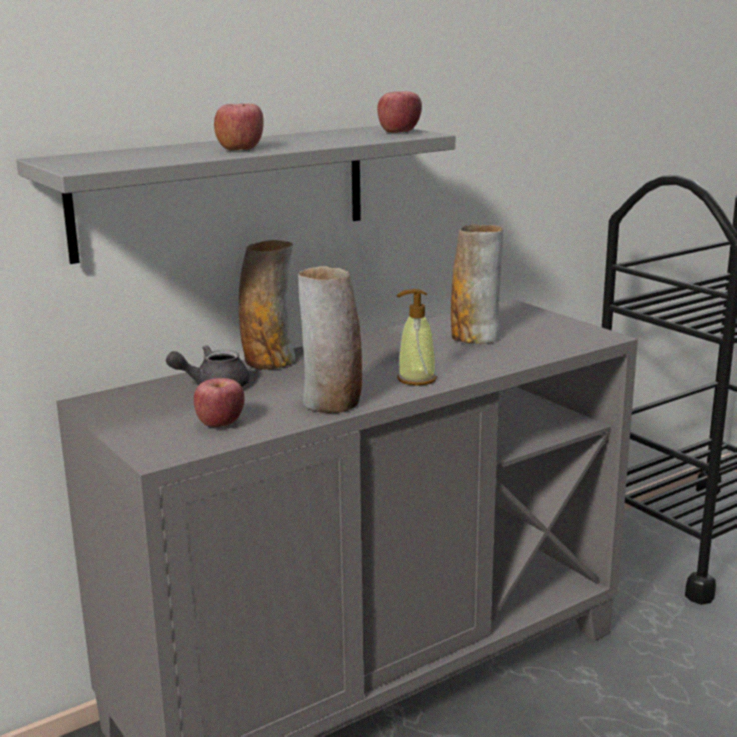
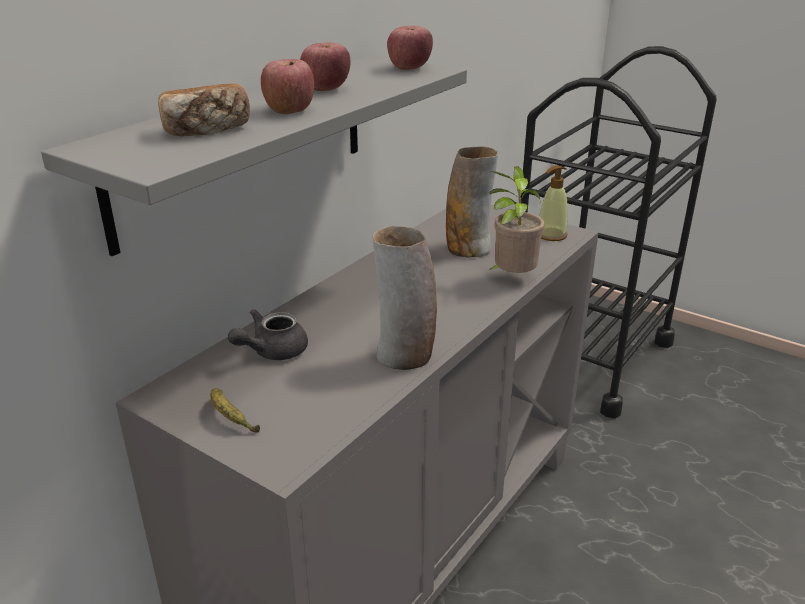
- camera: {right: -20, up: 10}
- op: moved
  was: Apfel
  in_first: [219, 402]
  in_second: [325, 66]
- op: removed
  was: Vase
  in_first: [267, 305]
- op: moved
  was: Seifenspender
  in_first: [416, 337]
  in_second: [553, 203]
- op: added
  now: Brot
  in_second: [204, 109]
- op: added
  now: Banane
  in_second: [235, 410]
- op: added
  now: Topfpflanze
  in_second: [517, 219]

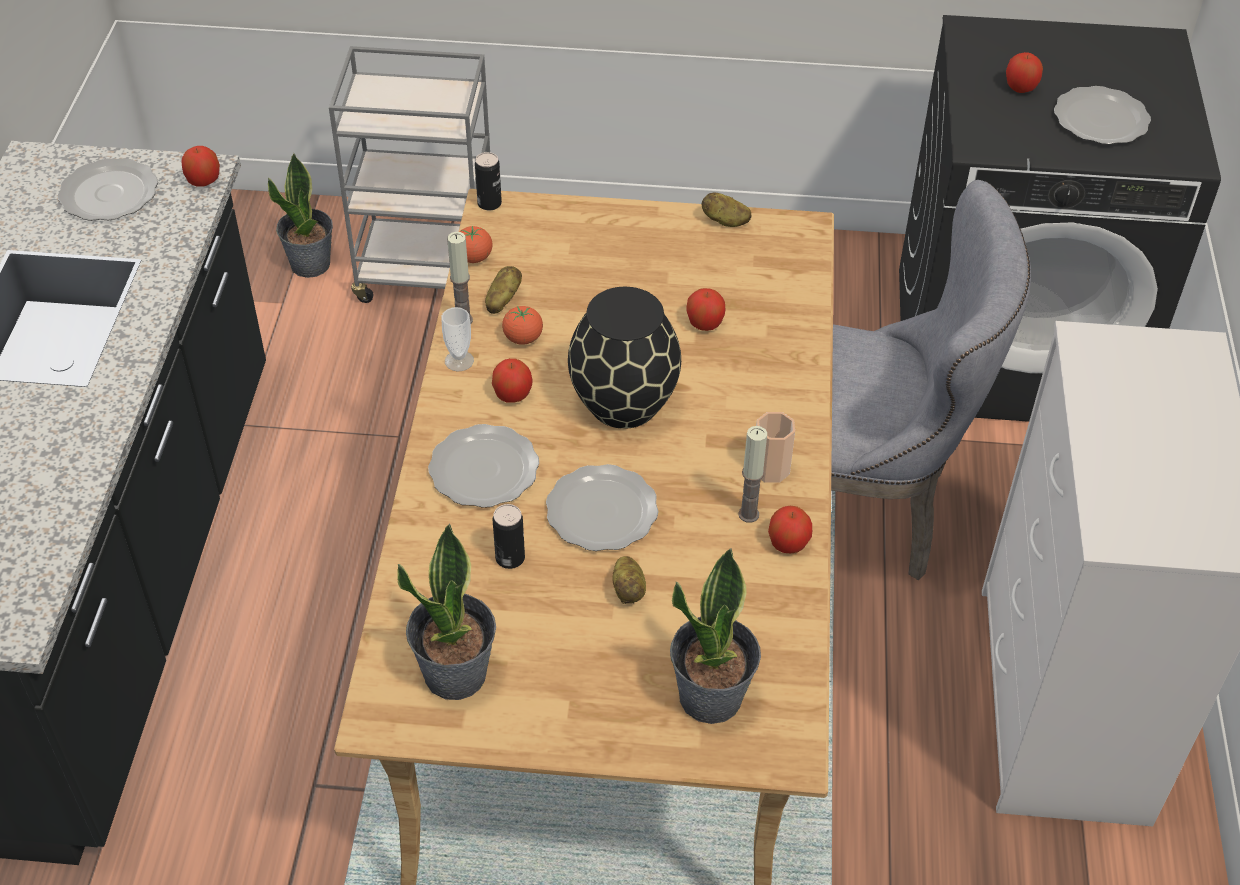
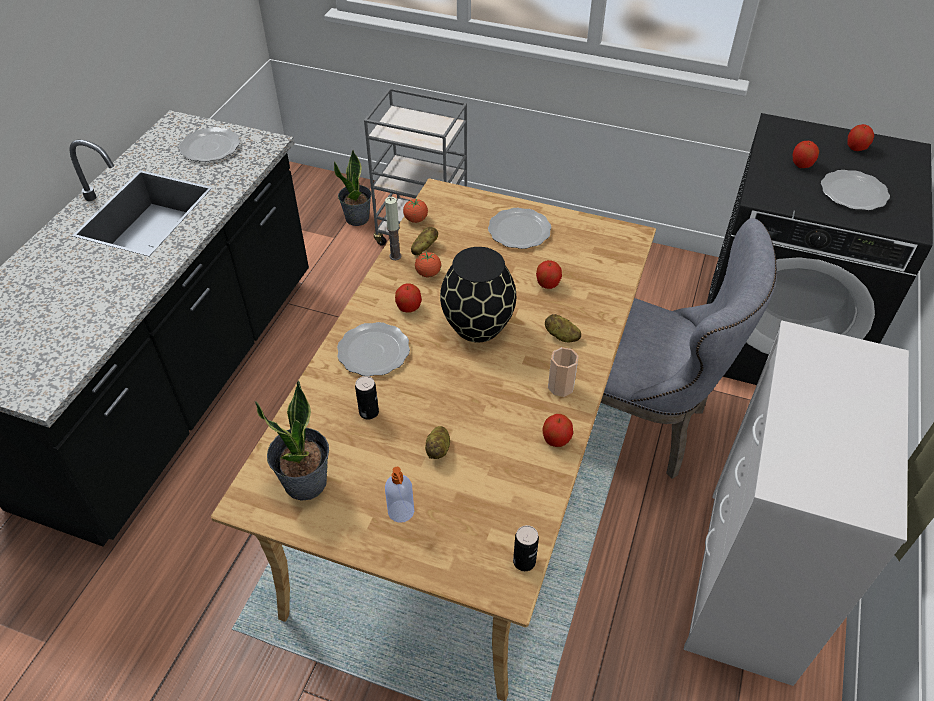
- camera: {right: 15, up: 0}
- op: moved
  was: Apfel
  in_first: [200, 166]
  in_second: [860, 137]
- op: removed
  was: Tasse
  in_first: [457, 339]
- op: moved
  was: Dose
  in_first: [488, 181]
  in_second: [526, 548]
- op: moved
  was: Teller
  in_first: [602, 507]
  in_second: [520, 228]
- op: removed
  was: Topfpflanze
  in_first: [715, 636]
- op: moved
  was: Kartoffel
  in_first: [726, 209]
  in_second: [563, 328]
- op: removed
  was: Kerze
  in_first: [752, 474]
- op: added
  now: Seifenspender
  in_second: [399, 495]

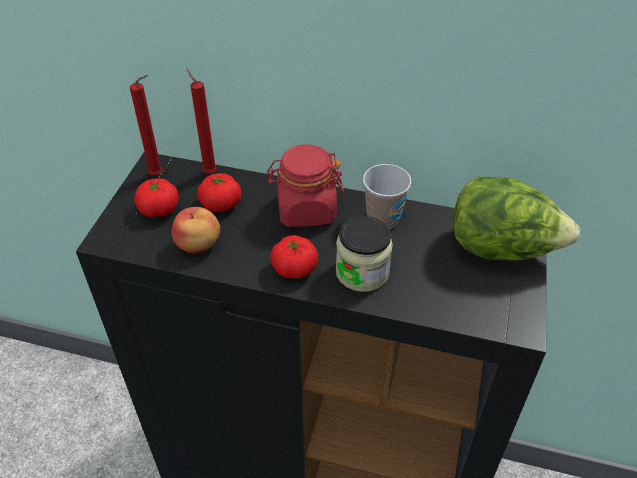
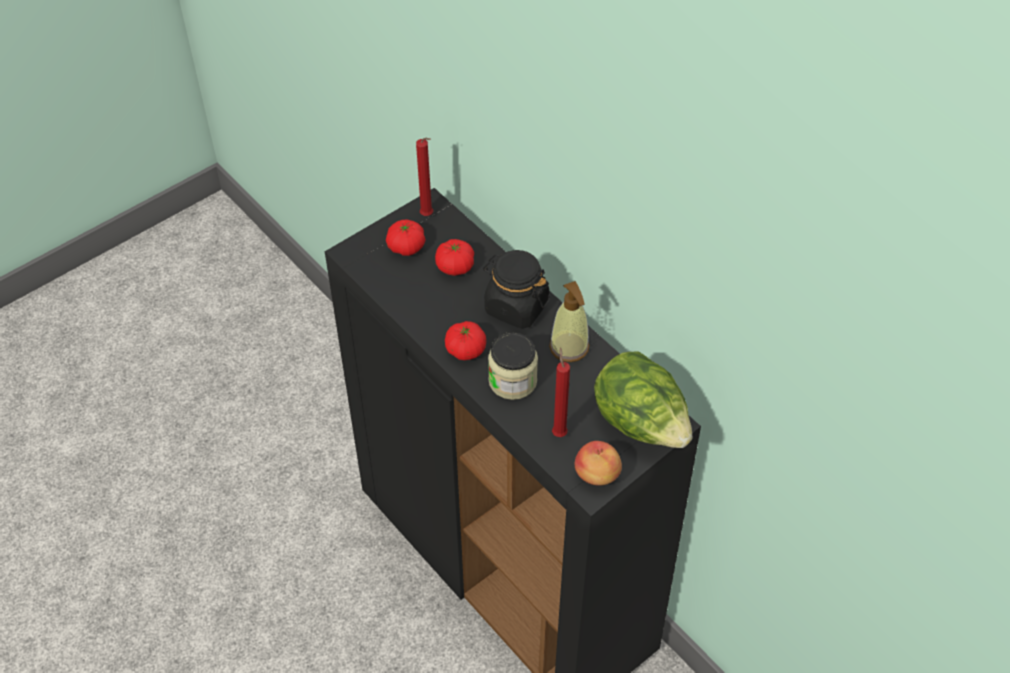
- camera: {right: 35, up: 5}
- op: moved
  was: Apfel
  in_first: [196, 230]
  in_second: [598, 463]
- op: moved
  was: Kerze [rot]
  in_first: [201, 120]
  in_second: [561, 392]
- op: recoloured
  was: Vorratsglas [rot]
  now: Vorratsglas [schwarz]
  in_first: [305, 185]
  in_second: [516, 289]
- op: replaced
  was: Tasse
  now: Seifenspender
  in_first: [387, 196]
  in_second: [569, 321]

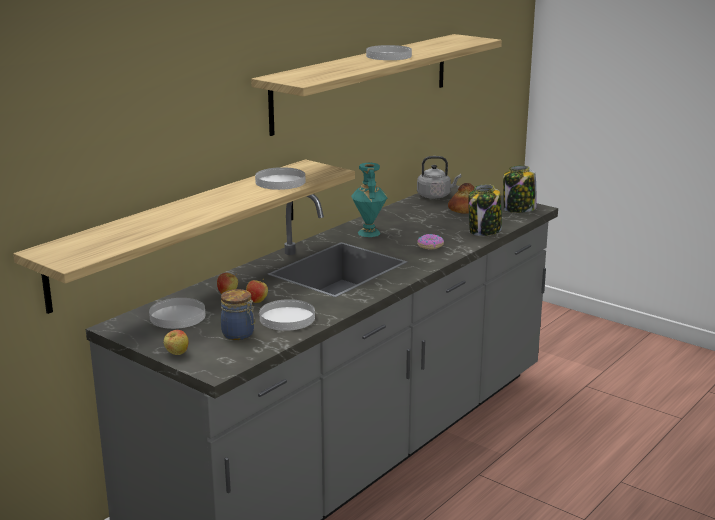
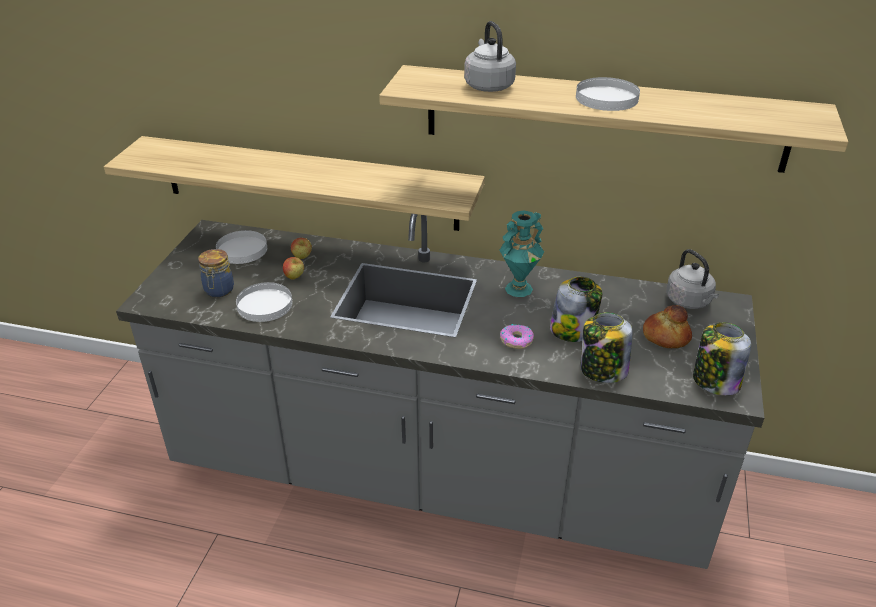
- camera: {right: 65, up: 15}
- op: removed
  was: Apfel
  in_first: [176, 342]
- op: removed
  was: Teller [weiß]
  in_first: [280, 178]
- op: added
  now: Wasserkessel [grau]
  in_second: [490, 56]
- op: added
  now: Vorratsglas
  in_second: [576, 309]

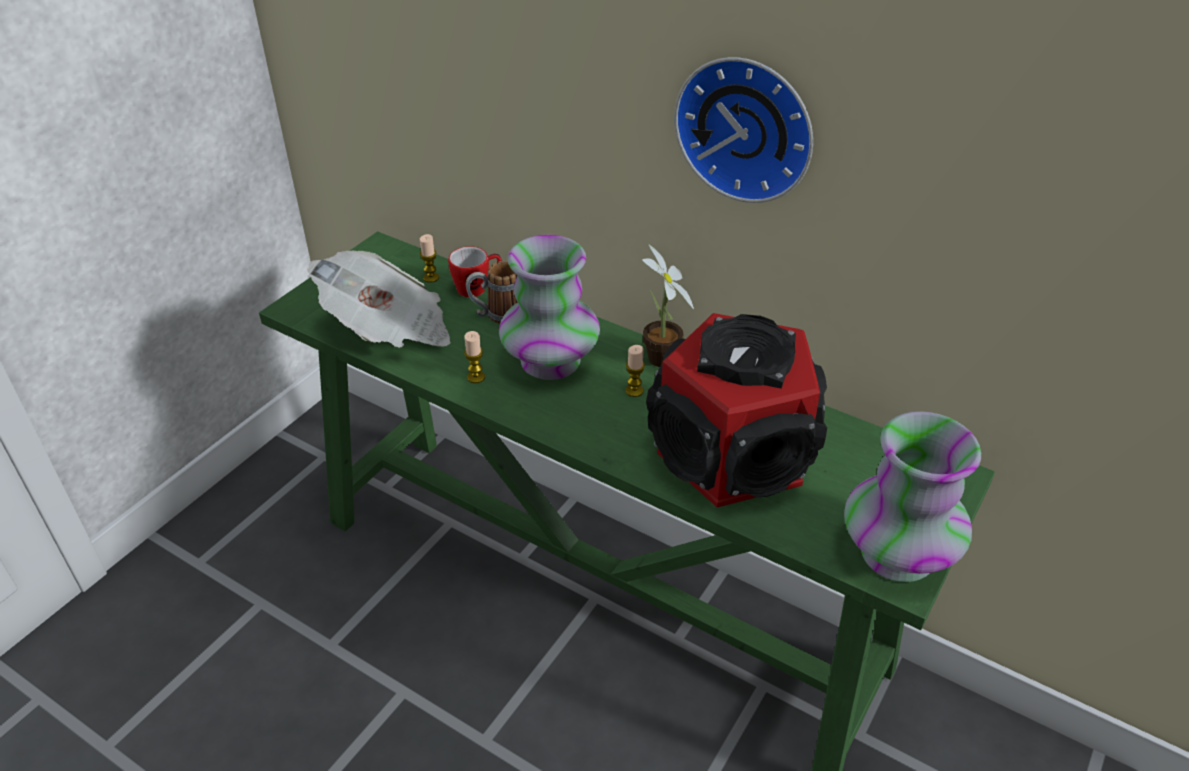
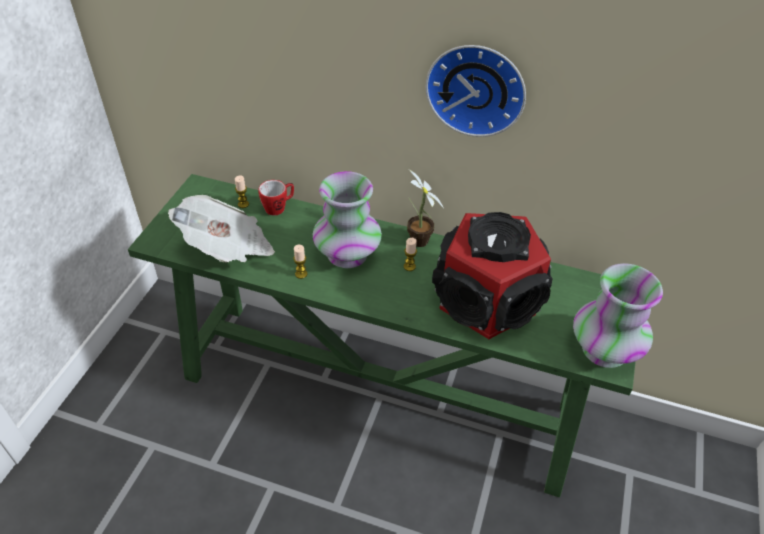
- camera: {right: -15, up: 5}
- op: removed
  was: Henkelbecher
  in_first: [491, 292]

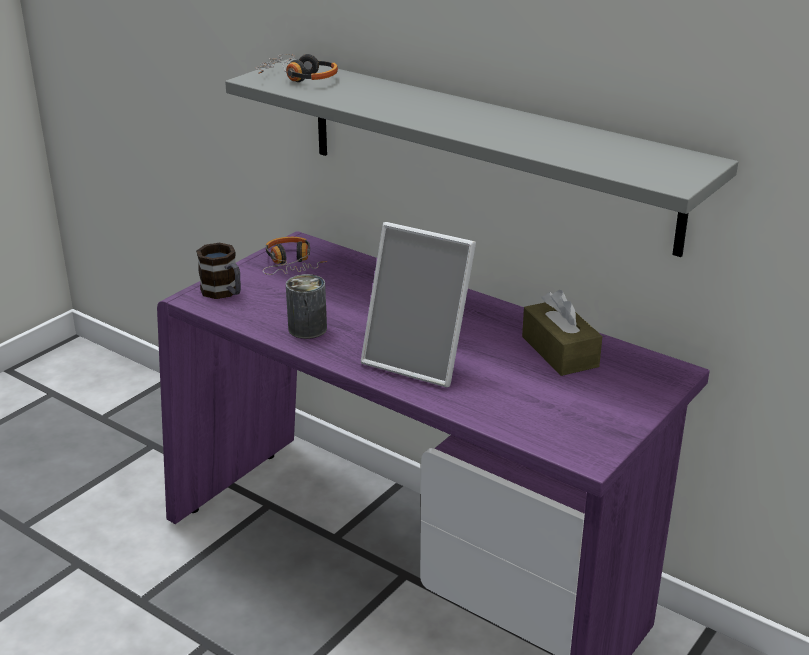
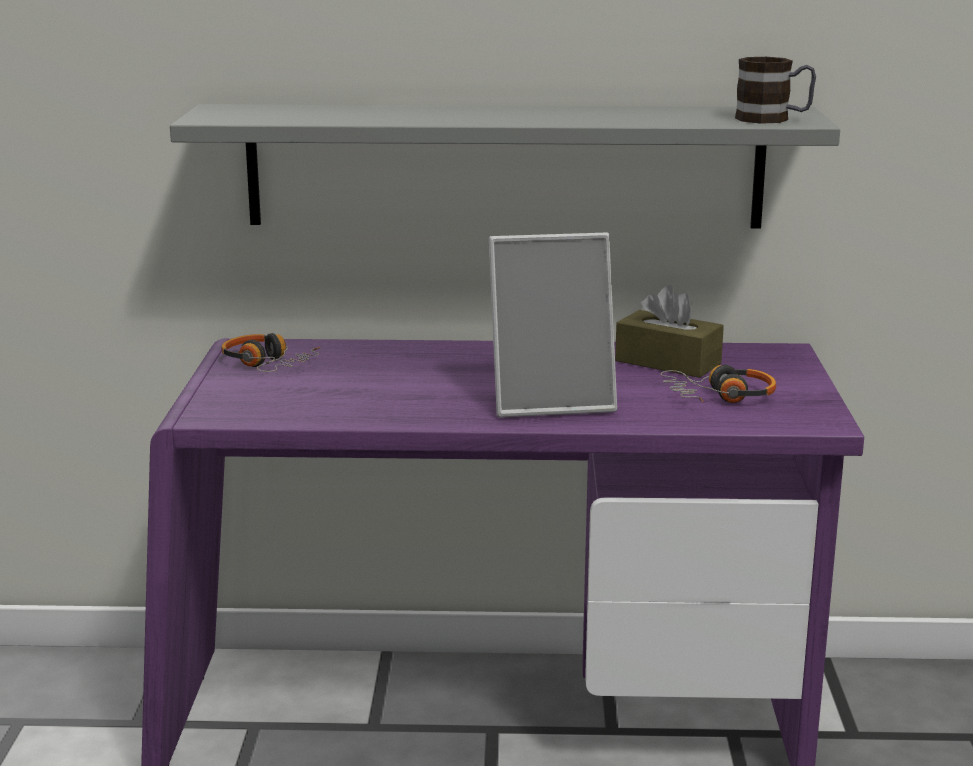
- camera: {right: -35, up: -10}
- op: moved
  was: Henkelbecher
  in_first: [218, 271]
  in_second: [775, 90]
- op: moved
  was: Kopfhörer
  in_first: [297, 68]
  in_second: [718, 384]
- op: removed
  was: Dose
  in_first: [306, 306]

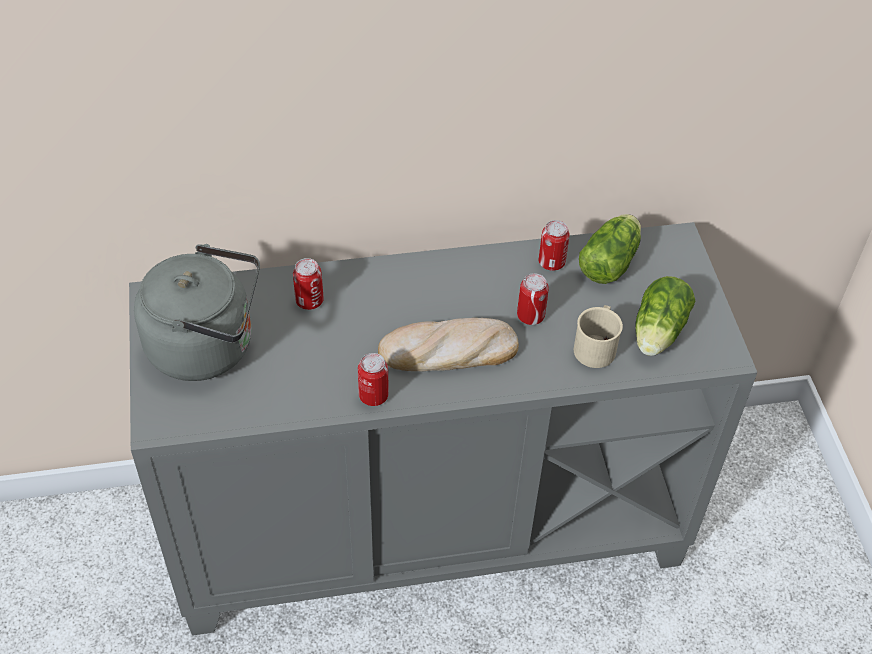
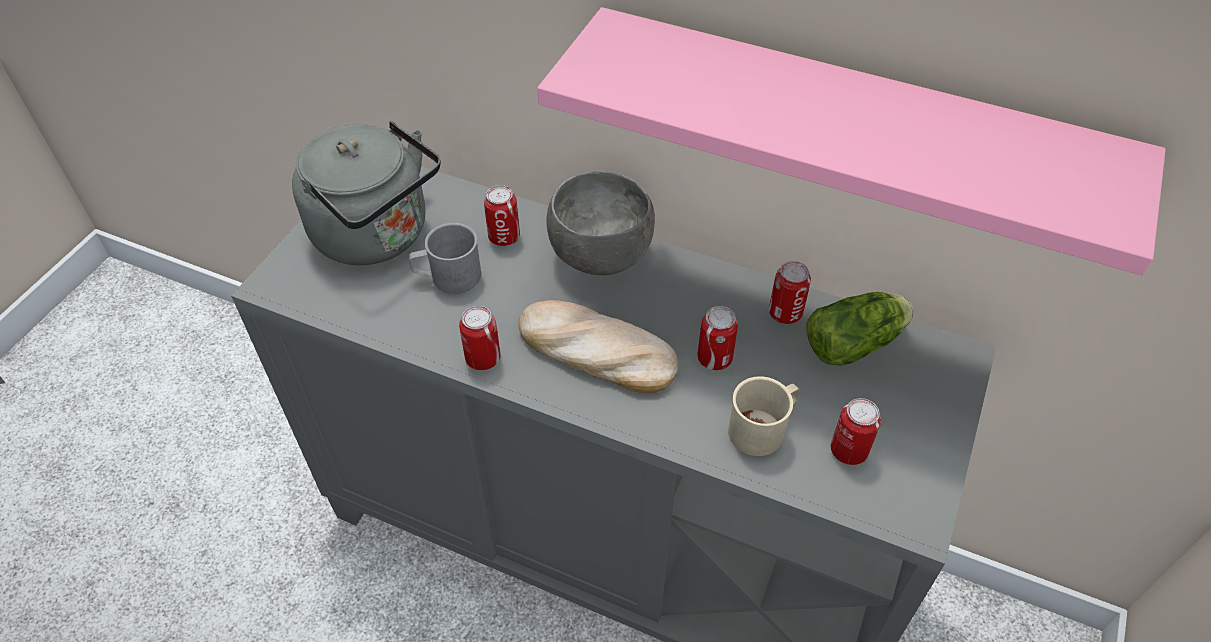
- camera: {right: 35, up: 0}
- op: replaced
  was: Salatkopf
  now: Dose
  in_first: [665, 316]
  in_second: [855, 431]
- op: added
  now: Henkelbecher [grau]
  in_second: [445, 258]
- op: added
  now: Wandregal [rosa]
  in_second: [851, 141]
- op: added
  now: Schüssel [grau]
  in_second: [600, 223]

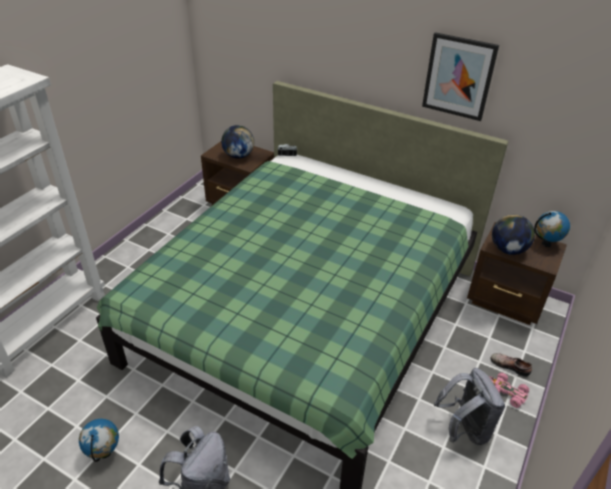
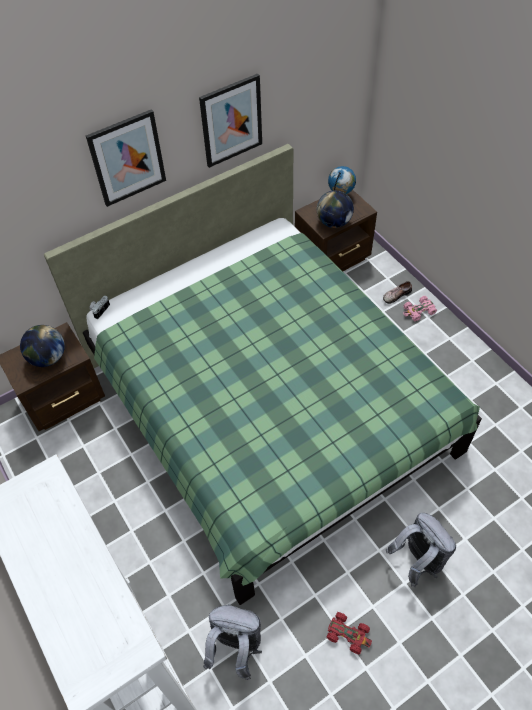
- camera: {right: -60, up: 15}
- op: replaced
  was: Globus
  now: Spielzeugauto [rot]
  in_first: [99, 440]
  in_second: [349, 633]
- op: moved
  was: Rucksack [grau]
  in_first: [469, 406]
  in_second: [232, 642]
- op: added
  now: Bild
  in_second: [126, 158]

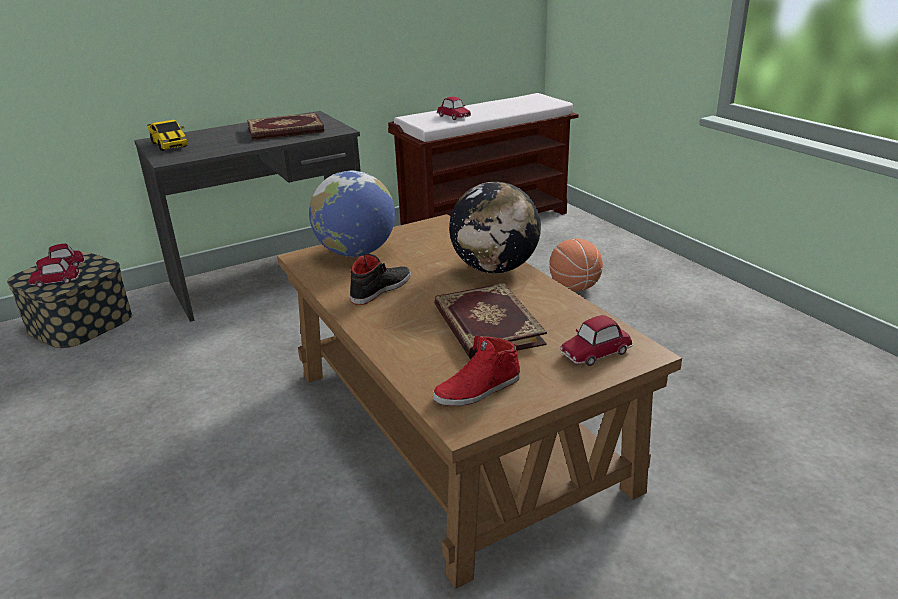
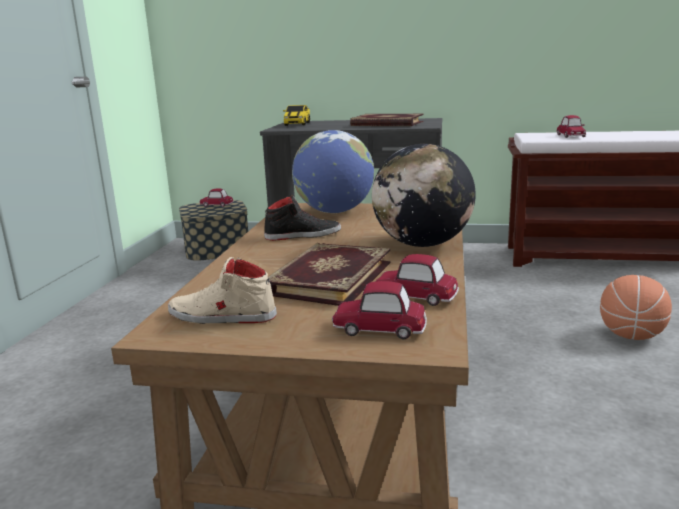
- camera: {right: 40, up: -10}
- op: moved
  was: Spielzeugauto
  in_first: [54, 272]
  in_second: [416, 280]
- op: recoloured
  was: Schuh [rot]
  now: Schuh [beige]
  in_first: [476, 371]
  in_second: [222, 290]

